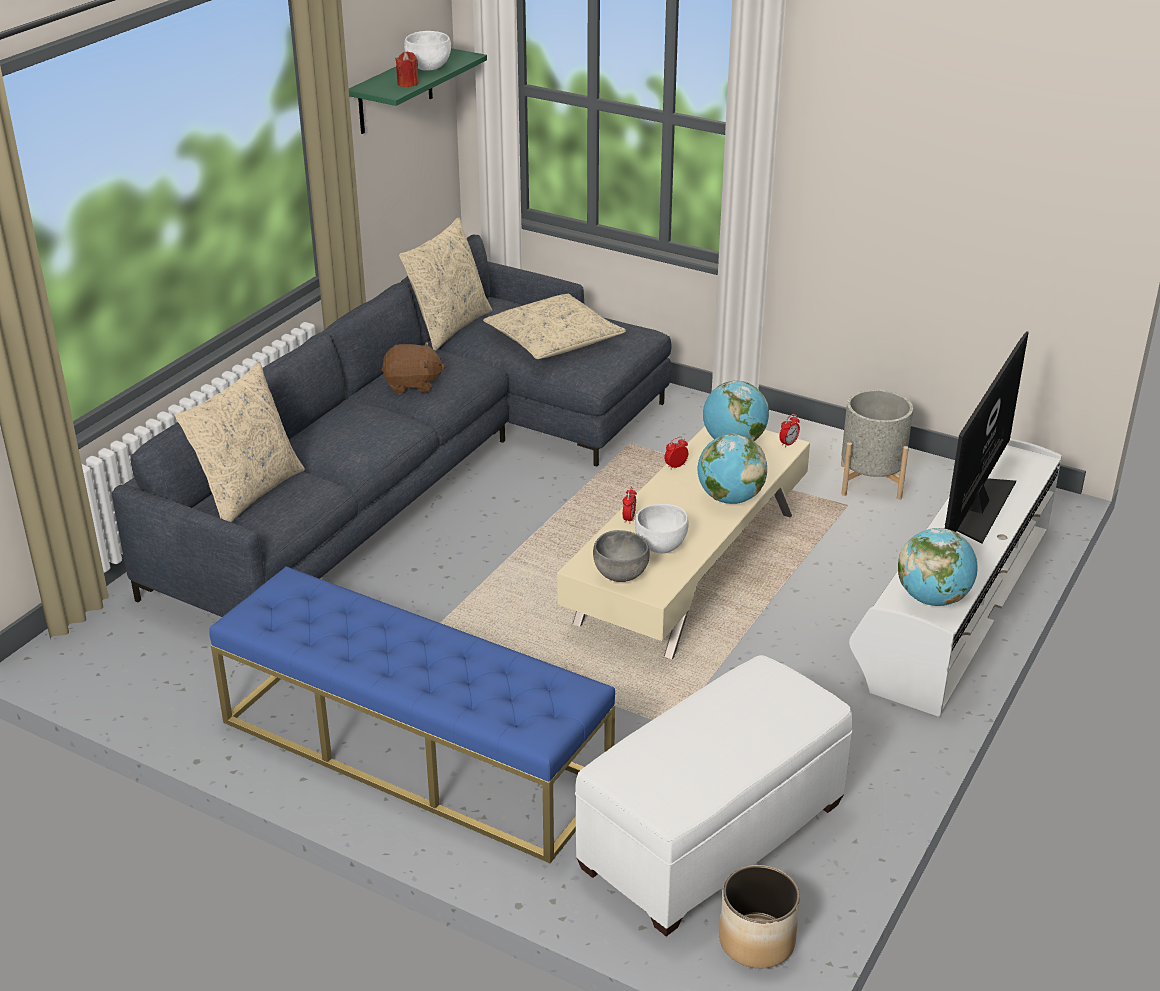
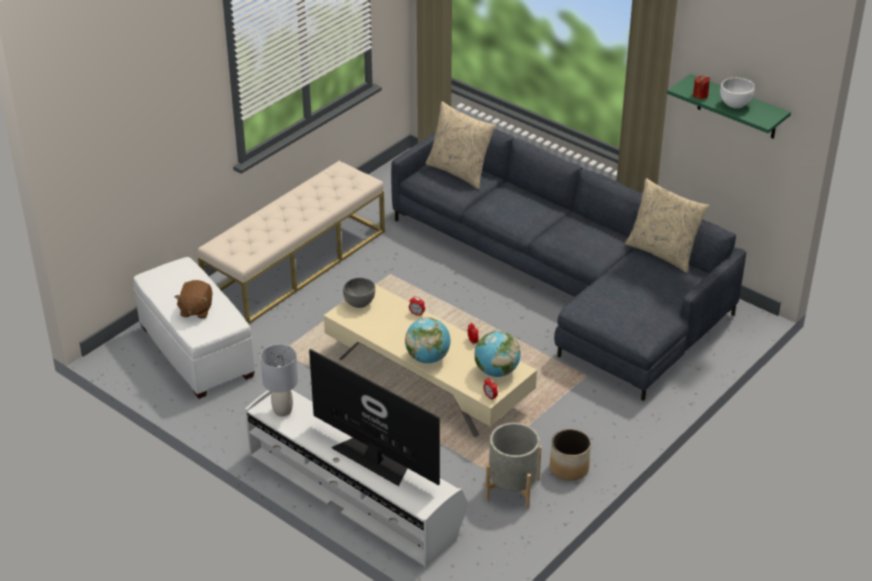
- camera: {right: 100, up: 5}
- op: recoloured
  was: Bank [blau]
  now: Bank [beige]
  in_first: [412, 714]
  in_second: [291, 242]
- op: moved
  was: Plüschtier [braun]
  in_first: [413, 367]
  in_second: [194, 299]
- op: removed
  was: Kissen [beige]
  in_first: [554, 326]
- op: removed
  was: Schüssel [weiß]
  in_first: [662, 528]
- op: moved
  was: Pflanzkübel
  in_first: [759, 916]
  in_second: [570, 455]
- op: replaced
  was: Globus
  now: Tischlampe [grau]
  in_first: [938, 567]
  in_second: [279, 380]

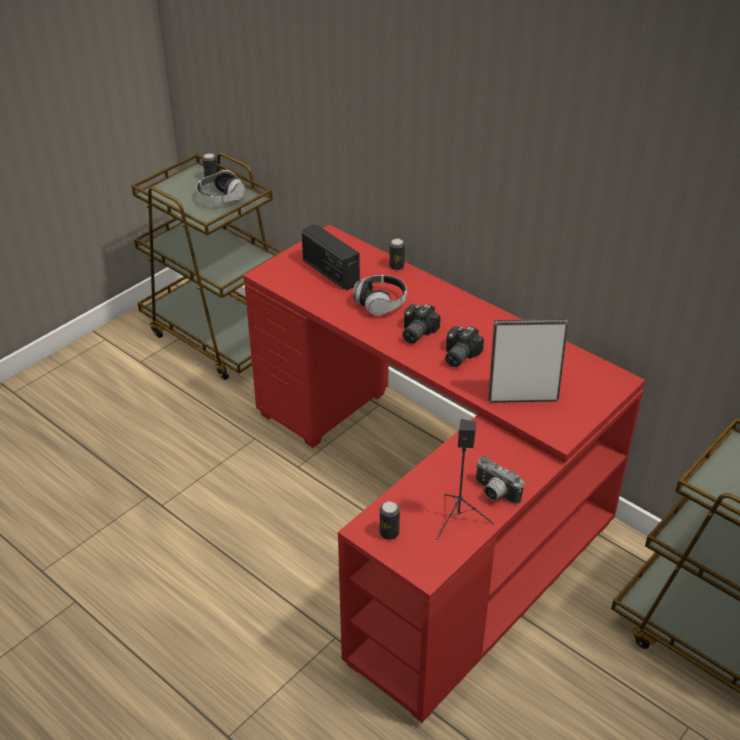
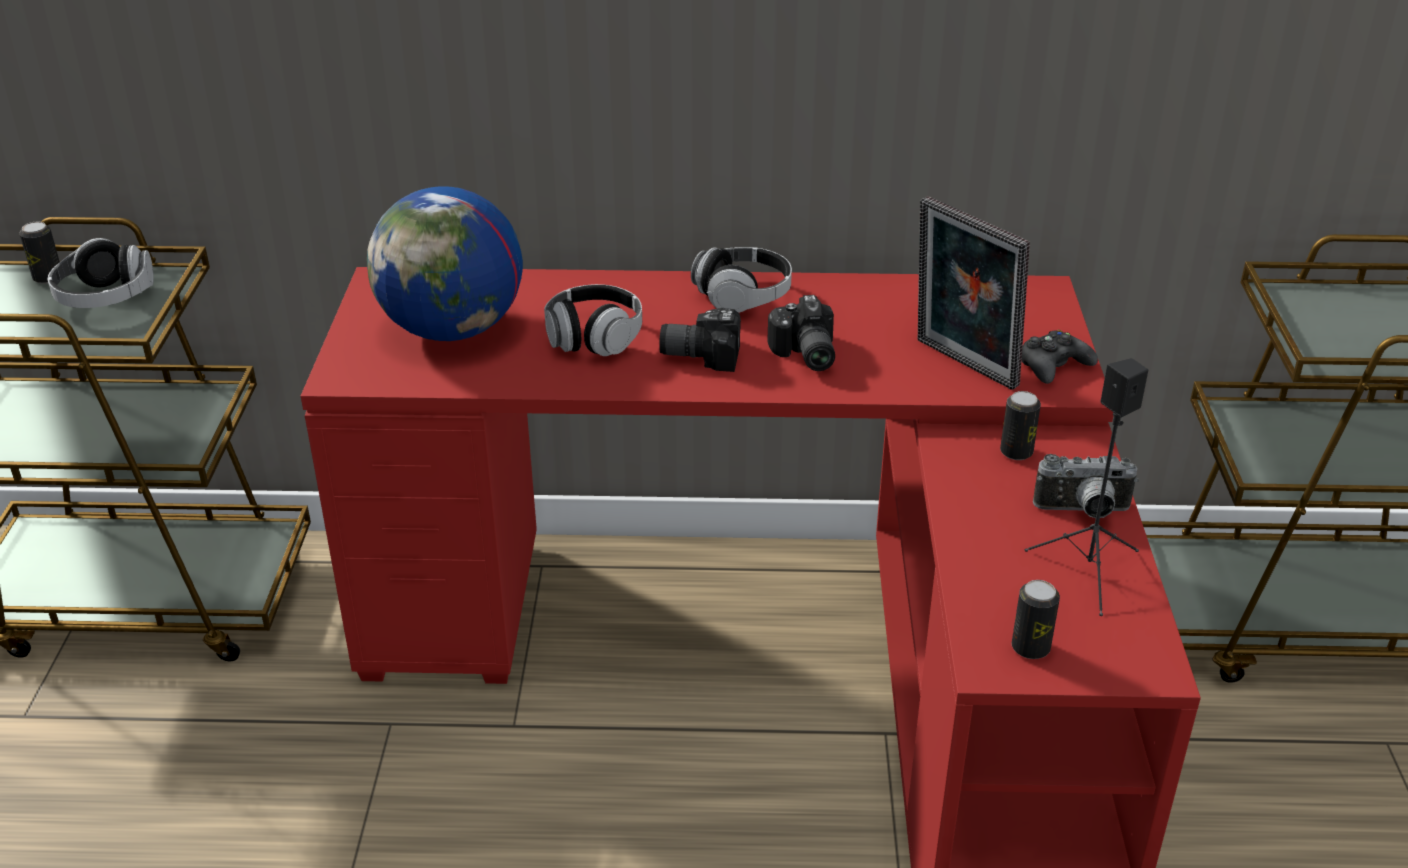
- camera: {right: -40, up: -5}
- op: replaced
  was: Radio
  now: Globus
  in_first: [331, 257]
  in_second: [445, 263]
- op: moved
  was: Dose
  in_first: [397, 254]
  in_second: [1020, 425]
- op: turned
  was: Kamera
  in_first: [421, 323]
  in_second: [700, 340]
  clockwise: 105
- op: turned
  was: Bilderrahmen
  in_first: [528, 361]
  in_second: [973, 293]
  clockwise: -90
- op: added
  now: Kopfhörer
  in_second: [741, 280]
- op: added
  now: Gamepad [schwarz]
  in_second: [1060, 357]

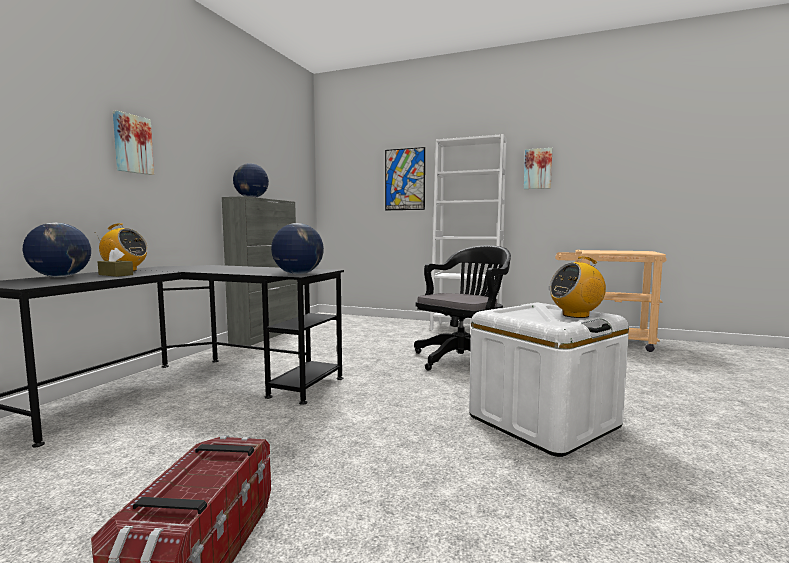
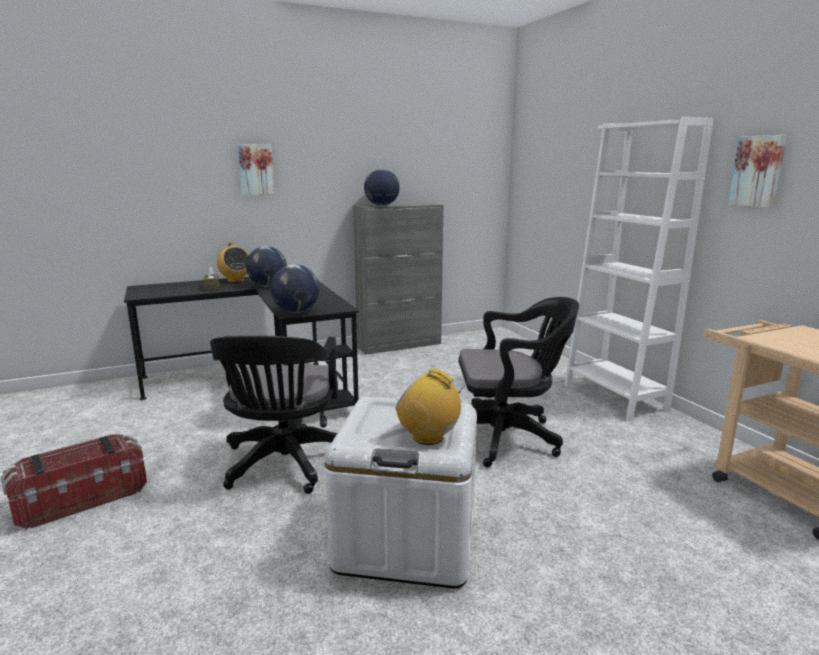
- camera: {right: 45, up: 10}
- op: moved
  was: Globus
  in_first: [57, 250]
  in_second: [266, 266]
- op: removed
  was: Bild
  in_first: [405, 178]
- op: added
  now: Bürostuhl [schwarz]
  in_second: [274, 414]

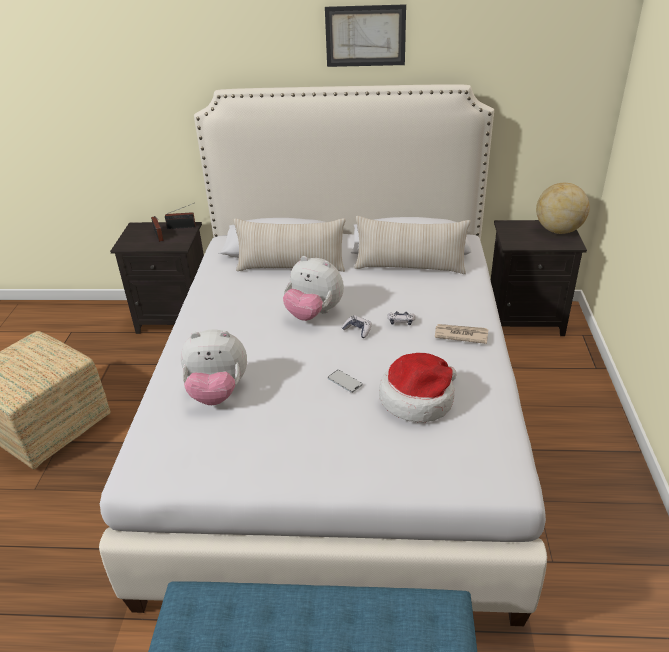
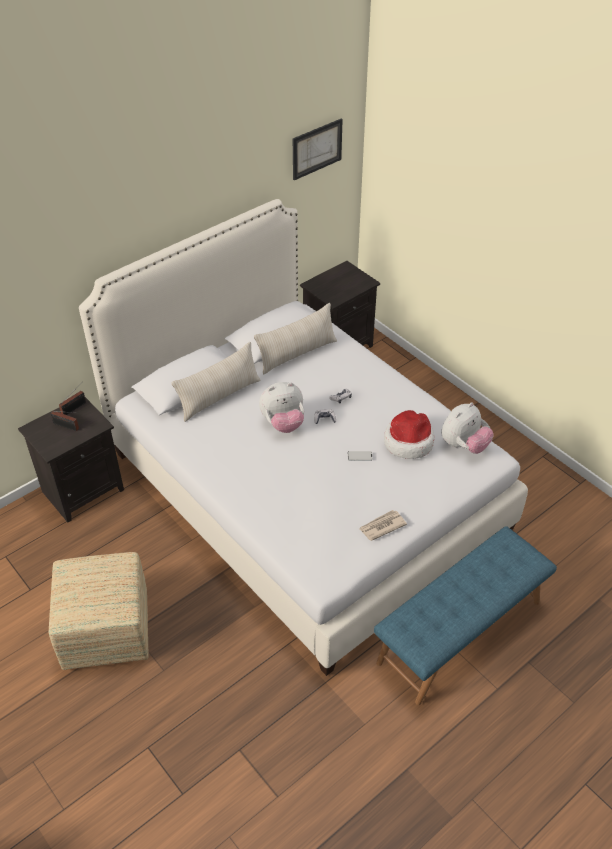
- camera: {right: -45, up: 10}
- op: moved
  was: Plüschtier
  in_first: [214, 367]
  in_second: [467, 428]
- op: moved
  was: Bild
  in_first: [365, 35]
  in_second: [318, 149]
- op: moved
  was: Zeitung
  in_first: [461, 334]
  in_second: [383, 525]
- op: removed
  was: Globus
  in_first: [563, 208]

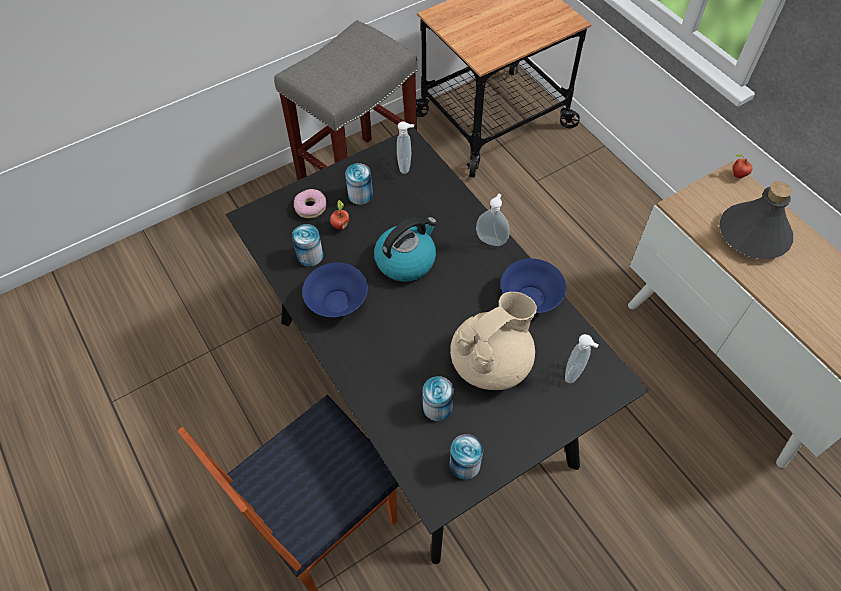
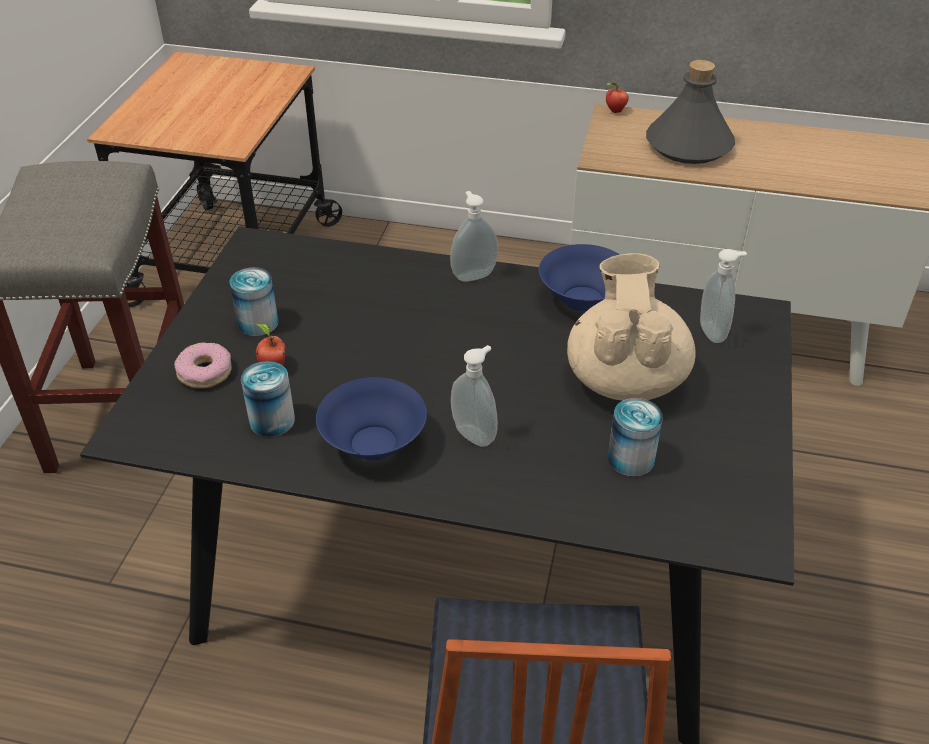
- camera: {right: -45, up: -15}
- op: removed
  was: Wasserkessel
  in_first: [405, 249]
- op: moved
  was: Seifenspender
  in_first: [405, 147]
  in_second: [474, 396]
- op: removed
  was: Dose
  in_first: [466, 457]

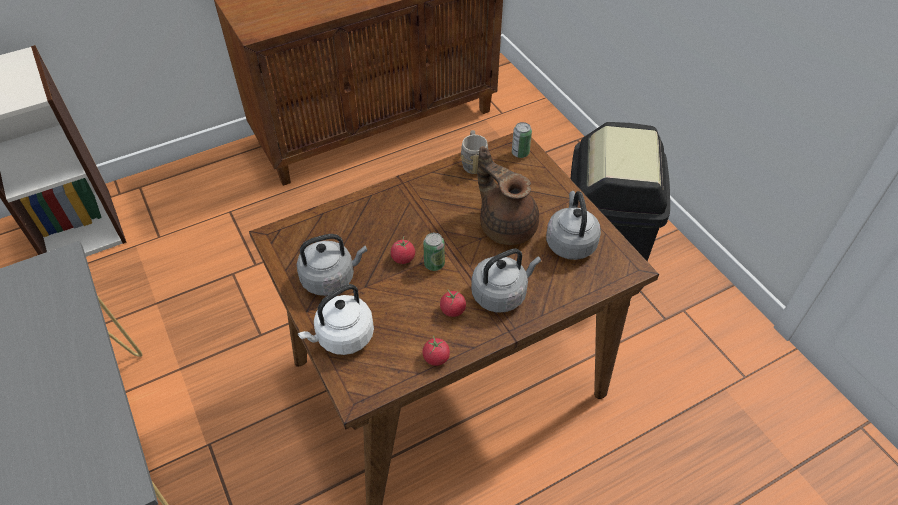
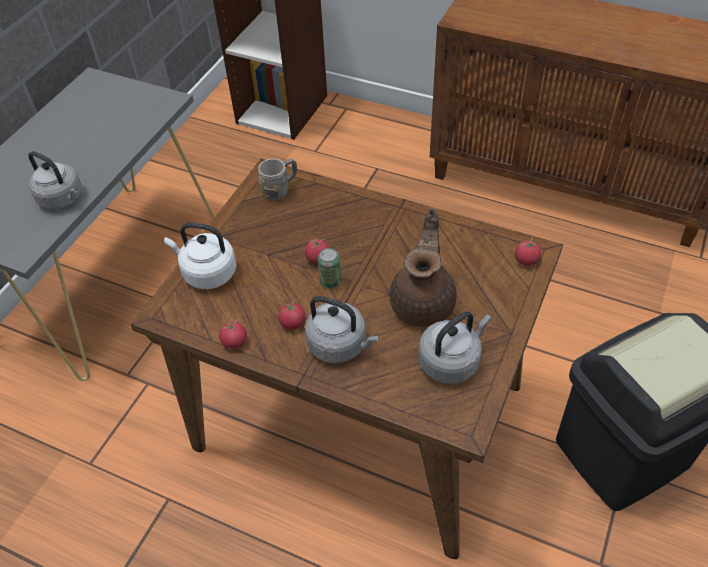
- camera: {right: 55, up: 0}
- op: moved
  was: Wasserkessel [grau]
  in_first: [332, 265]
  in_second: [55, 180]
- op: moved
  was: Henkelbecher [grau]
  in_first: [474, 152]
  in_second: [277, 180]
- op: replaced
  was: Dose
  now: Tomate
  in_first: [522, 140]
  in_second: [528, 251]

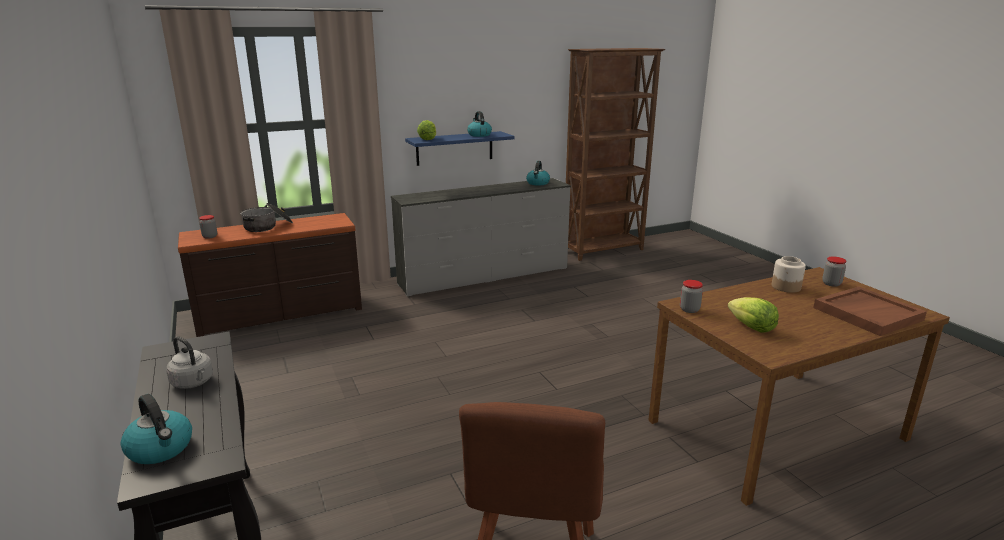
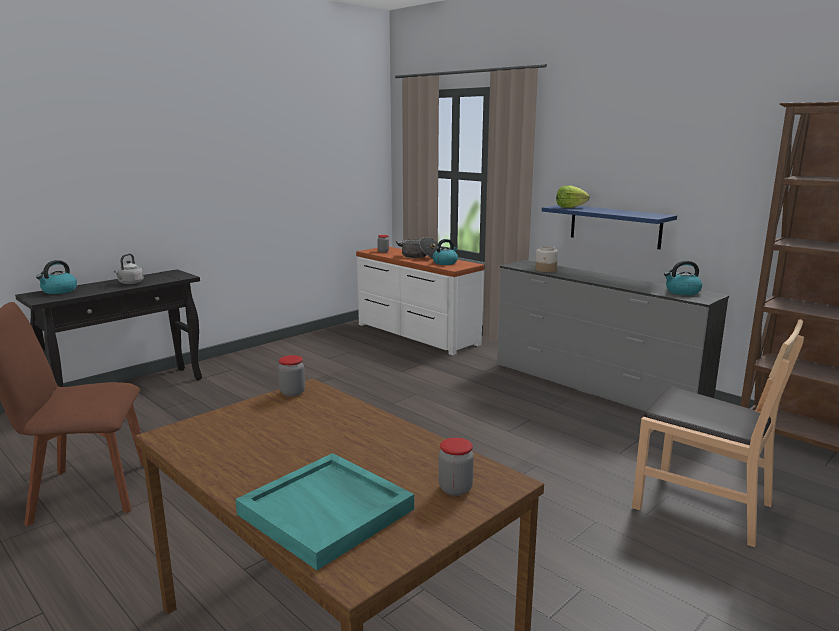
- camera: {right: 70, up: -5}
- op: recoloured
  was: Kommode [braun]
  now: Kommode [weiß]
  in_first: [270, 275]
  in_second: [420, 301]
- op: moved
  was: Wasserkessel
  in_first: [479, 124]
  in_second: [445, 252]
- op: removed
  was: Salatkopf
  in_first: [753, 315]
- op: moved
  was: Vorratsglas
  in_first: [788, 274]
  in_second: [546, 259]
- op: recoloured
  was: Tablett [braun]
  now: Tablett [türkis]
  in_first: [870, 311]
  in_second: [324, 511]
- op: added
  now: Stuhl [braun]
  in_second: [718, 433]

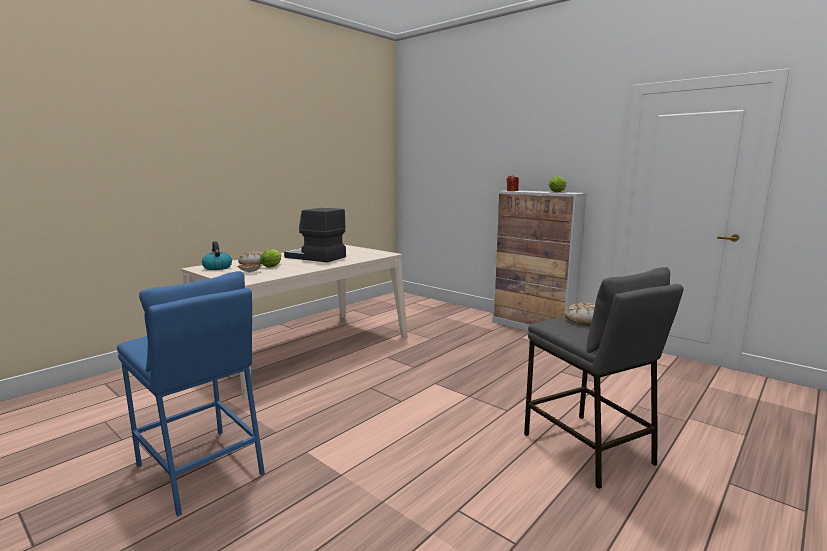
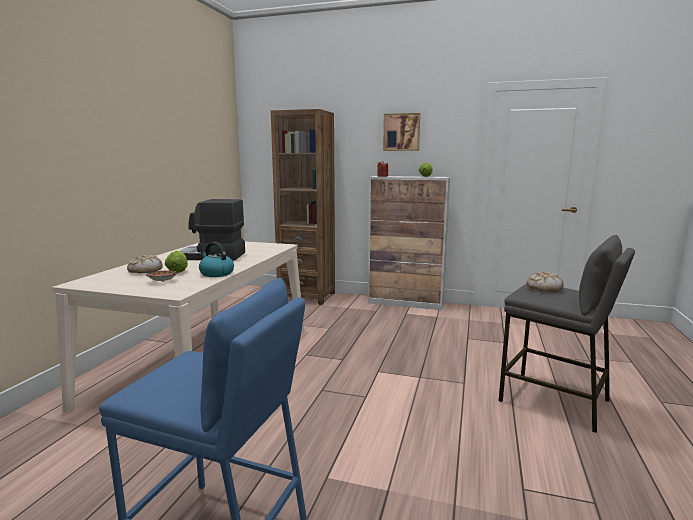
- camera: {right: -25, up: 0}
- op: moved
  was: Wasserkessel
  in_first: [217, 255]
  in_second: [216, 259]
- op: added
  now: Bücherregal [braun]
  in_second: [303, 207]
- op: added
  now: Bild
  in_second: [401, 132]

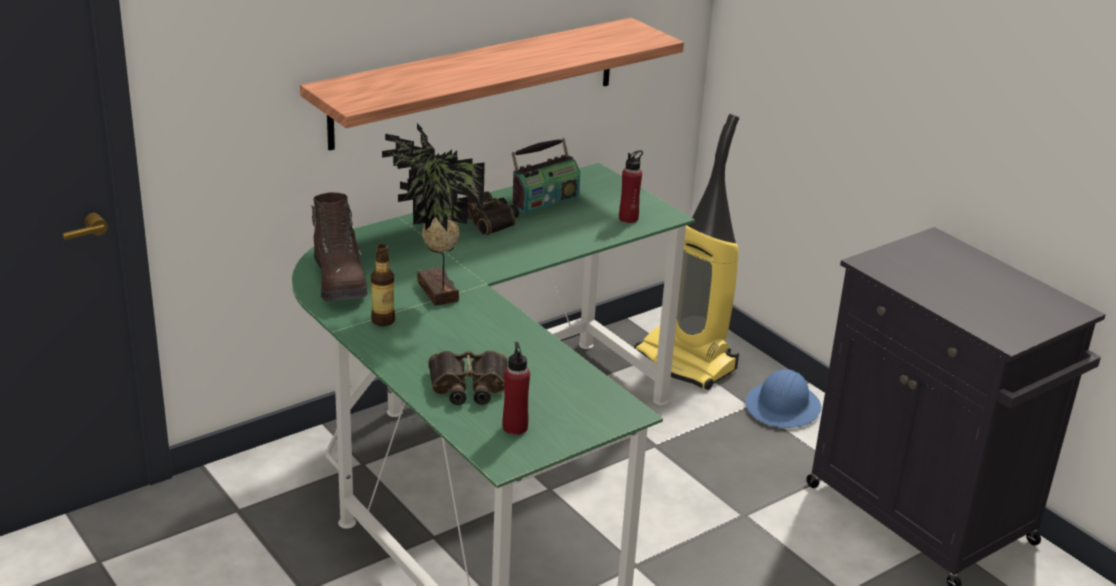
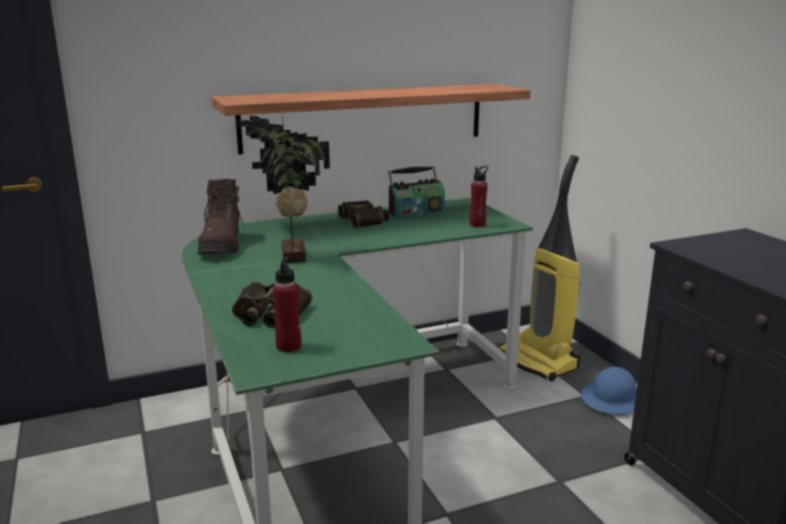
- camera: {right: 15, up: -10}
- op: removed
  was: Flasche
  in_first: [383, 285]

